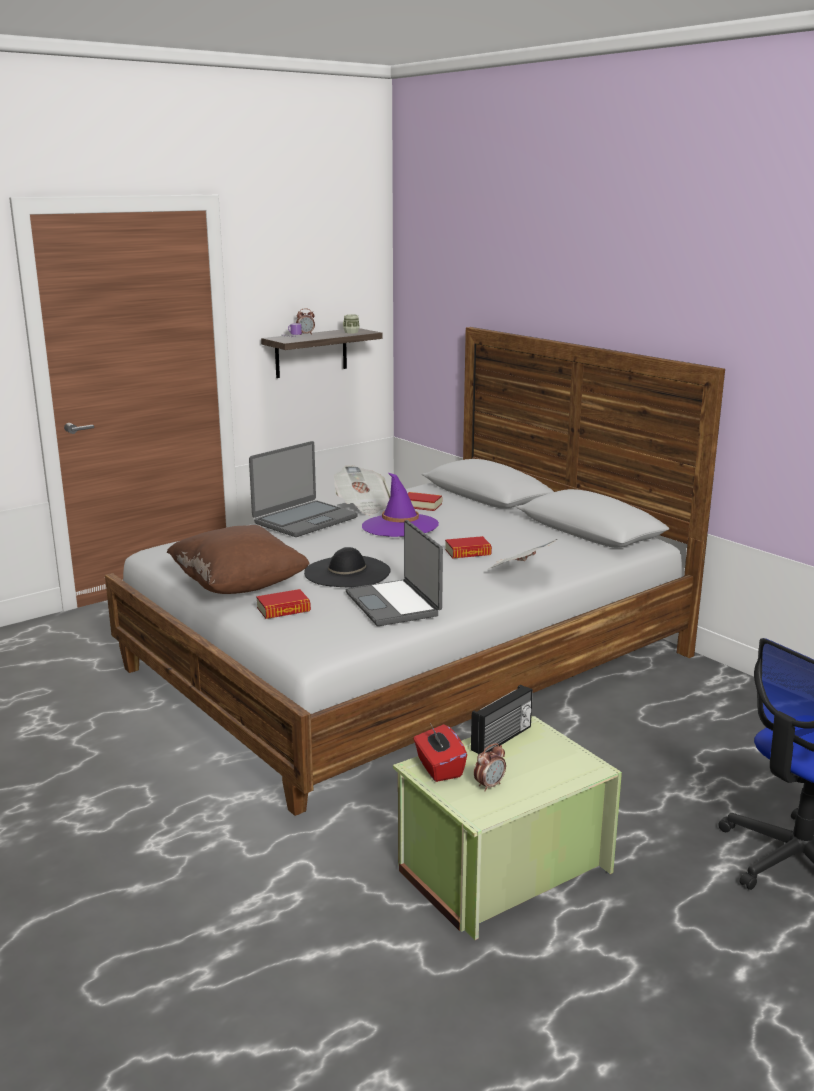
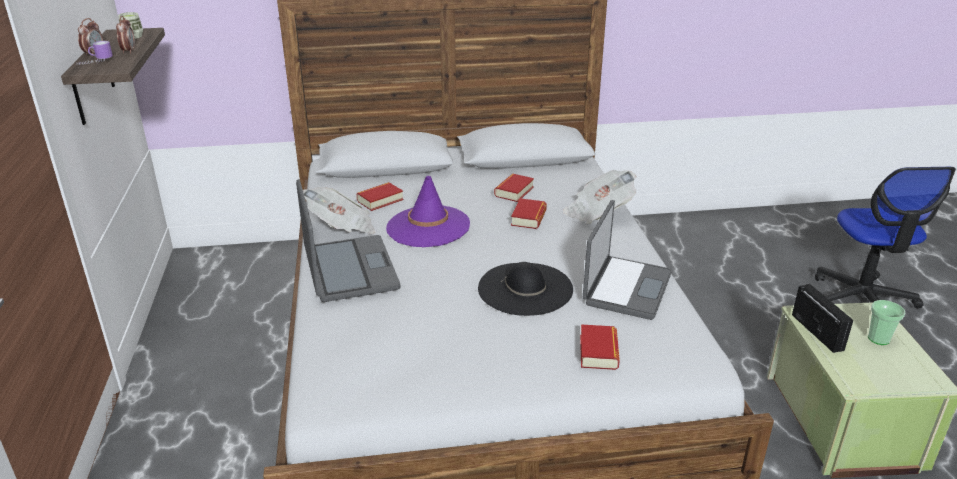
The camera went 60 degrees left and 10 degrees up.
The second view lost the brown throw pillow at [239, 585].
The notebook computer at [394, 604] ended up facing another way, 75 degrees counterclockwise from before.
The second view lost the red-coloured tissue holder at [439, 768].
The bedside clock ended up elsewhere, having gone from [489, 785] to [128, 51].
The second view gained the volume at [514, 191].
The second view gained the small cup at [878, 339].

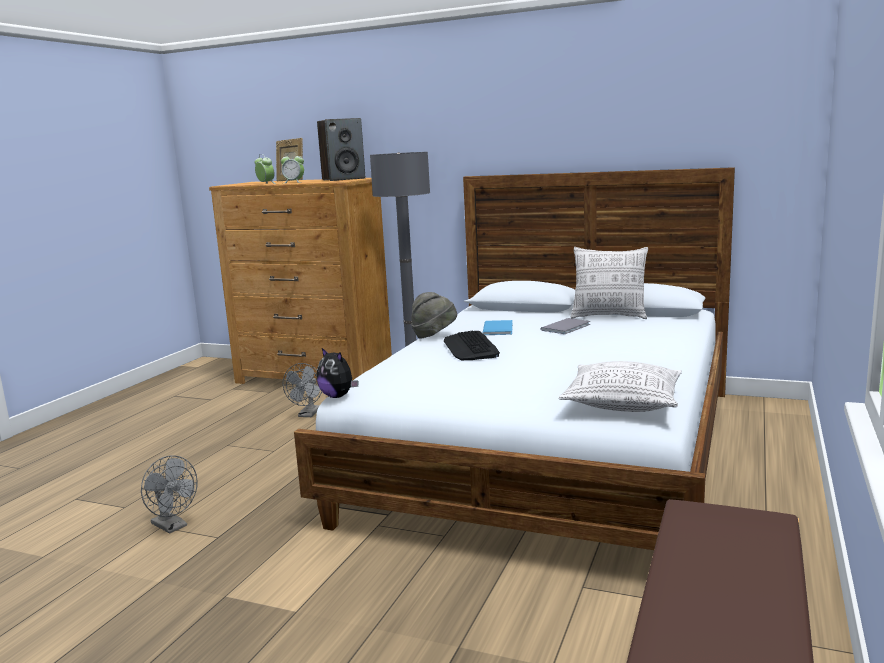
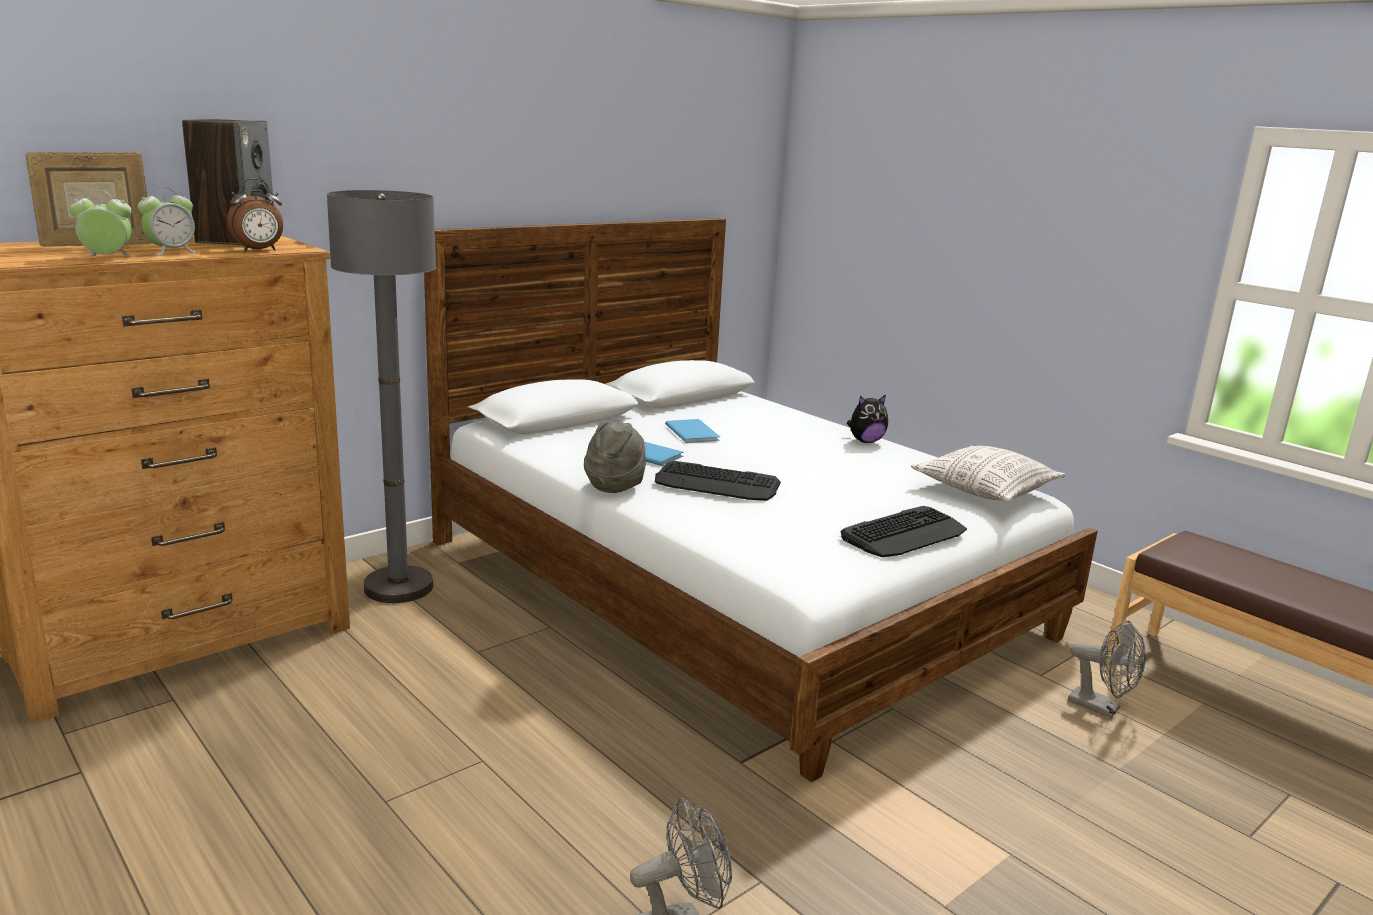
The camera went 65 degrees left and 5 degrees up.
The gray electric fan ended up elsewhere, having gone from [308, 414] to [1101, 708].
The cuddly toy ended up elsewhere, having gone from [338, 396] to [865, 441].
What was the gray volume at [567, 327] turned into the blue-coloured volume at [693, 432].
The second view lost the throw pillow at [609, 316].
The second view gained the bedside clock at [259, 250].
The second view gained the keyboard at [904, 534].

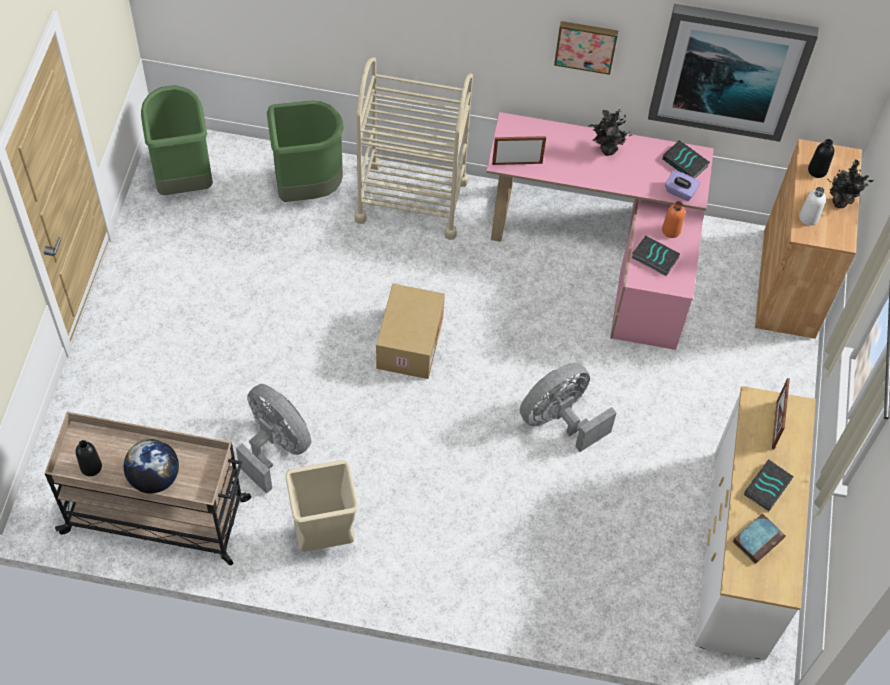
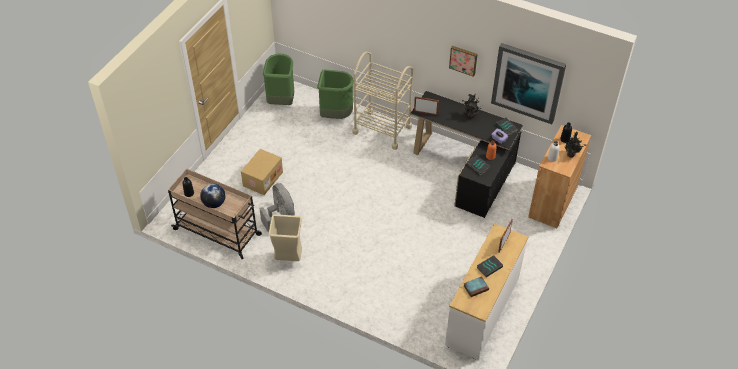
The camera went 20 degrees right and 10 degrees down.
The packing box ended up elsewhere, having gone from [408, 342] to [262, 178].
What was the pink desk table at [605, 249] turned into the black-coloured desk table at [466, 168].
The second view lost the gray electric fan at [559, 420].

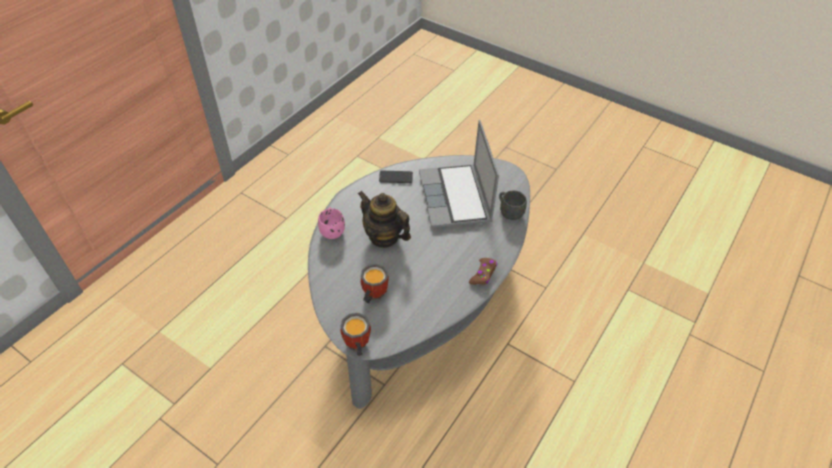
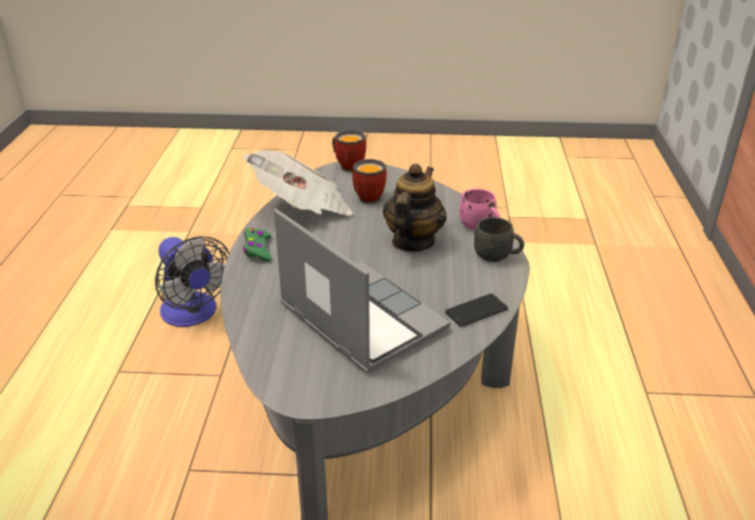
The camera went 150 degrees right and 15 degrees down.
The pot for tea at [384, 237] ended up facing another way, 75 degrees counterclockwise from before.
What was the brown joypad at [483, 274] turned into the green-coloured joypad at [258, 250].
The gray coffee mug ended up elsewhere, having gone from [509, 212] to [497, 257].
The second view gained the electric fan at [193, 314].
The second view gained the newspaper at [302, 208].

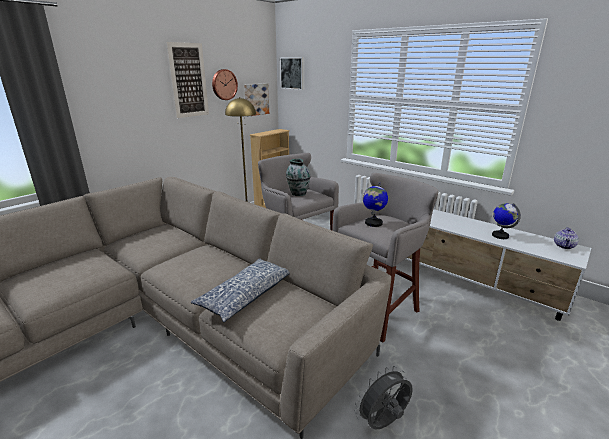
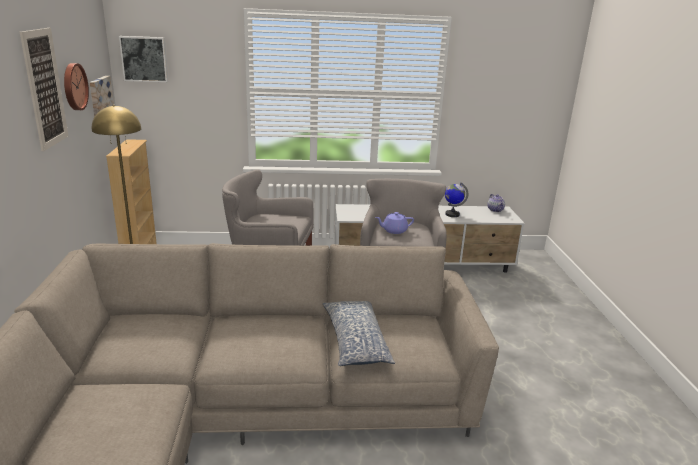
The camera went 45 degrees left and 0 degrees up.
The second view lost the vase at [298, 193].
The second view lost the gray electric fan at [383, 423].
Where the world globe stood at [373, 223], the purple-coloured pot for tea came to stand at [394, 230].

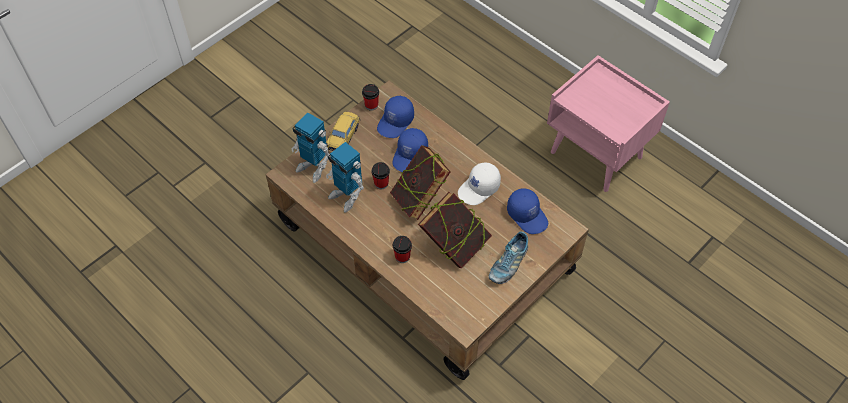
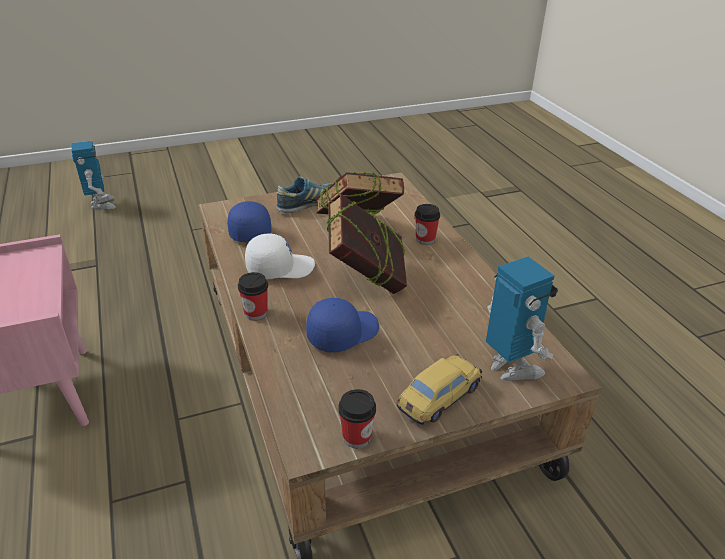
The camera went 155 degrees left and 20 degrees down.
The robot figure ended up elsewhere, having gone from [347, 196] to [101, 204].
The small cup ended up elsewhere, having gone from [381, 183] to [256, 313].
The second view lost the blue-coloured cap at [396, 122].

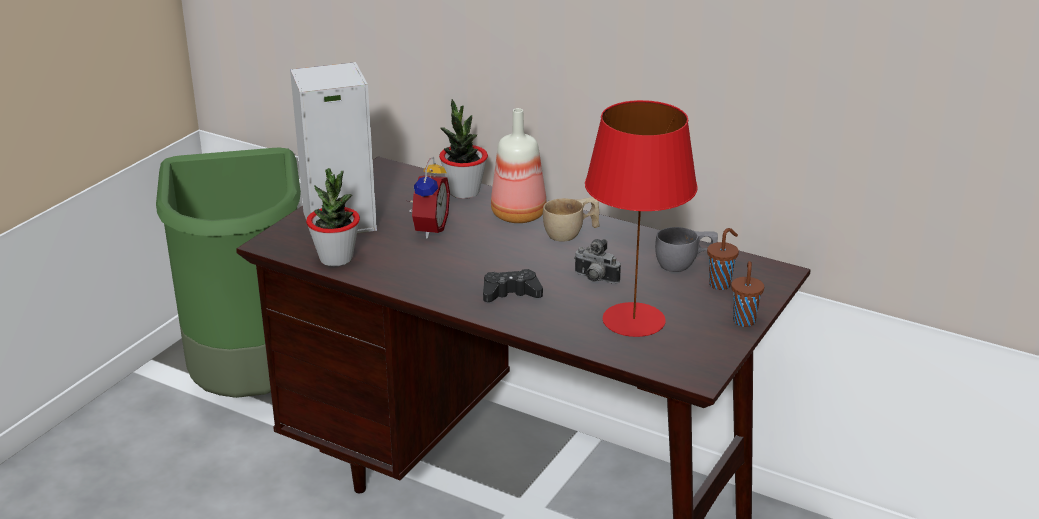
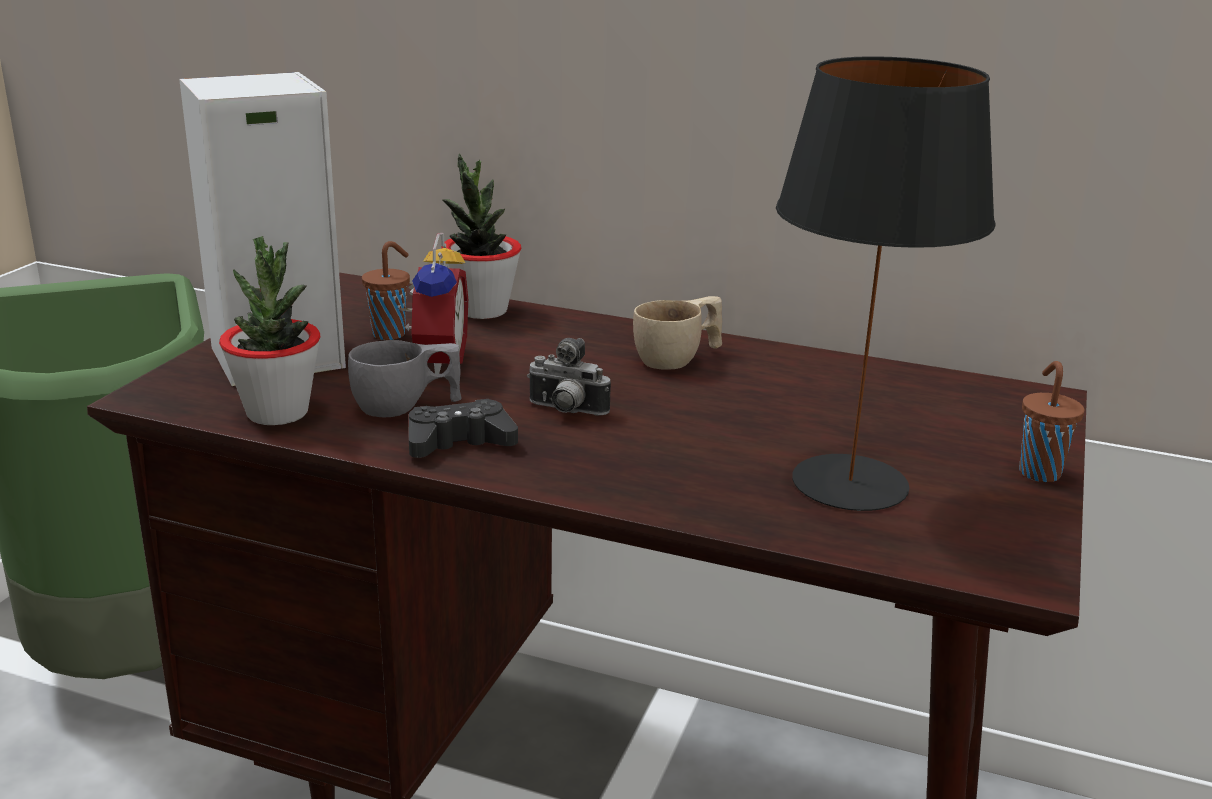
The camera went 10 degrees left and 5 degrees down.
The black-coloured joypad ended up elsewhere, having gone from [510, 293] to [459, 442].
The second view lost the beverage bottle at [520, 214].
The still camera ended up elsewhere, having gone from [594, 279] to [565, 411].
What was the red-coloured tabletop lamp at [633, 319] turned into the black-coloured tabletop lamp at [849, 481].
The gray small cup ended up elsewhere, having gone from [685, 265] to [406, 407].
The brown small cup ended up elsewhere, having gone from [721, 284] to [390, 334].

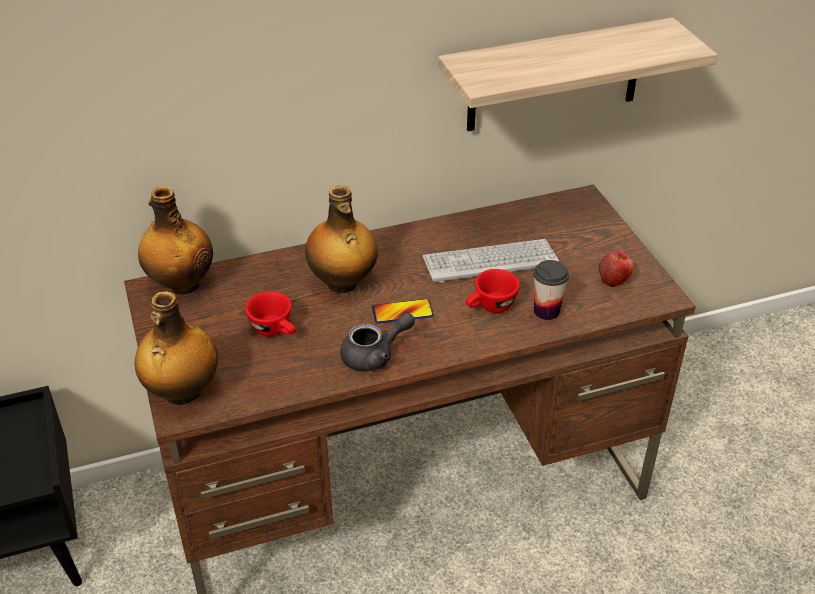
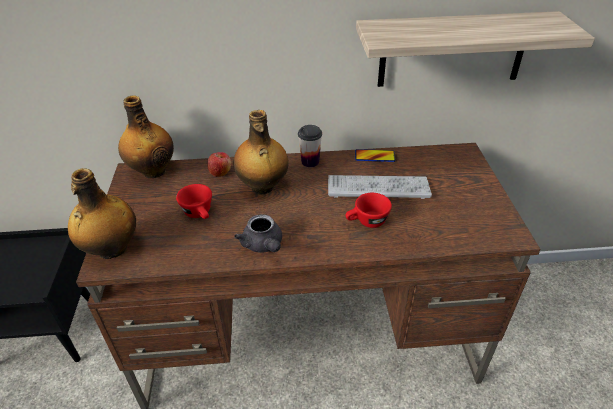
The camera went 15 degrees right and 0 degrees up.
The gray pot for tea at [375, 355] ended up facing another way, 75 degrees clockwise from before.
The telephone ended up elsewhere, having gone from [402, 312] to [374, 156].
The small cup ended up elsewhere, having gone from [546, 311] to [310, 162].
The whole apple ended up elsewhere, having gone from [614, 279] to [220, 172].

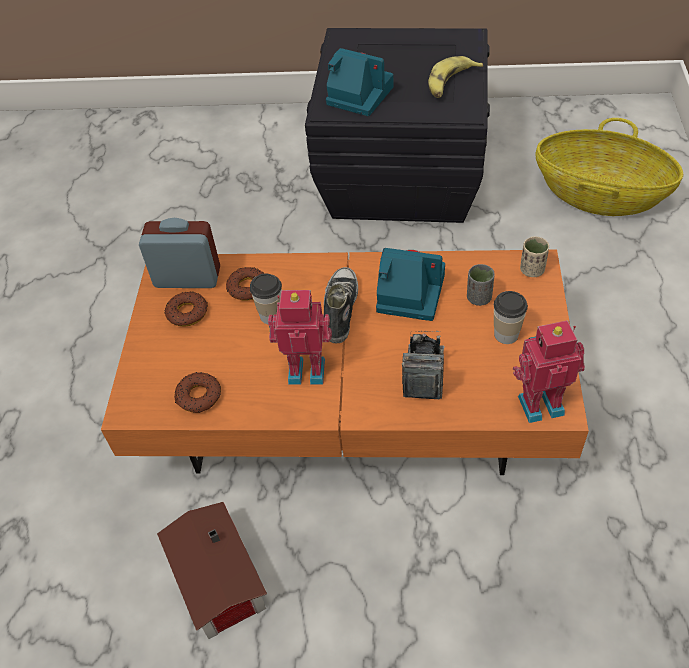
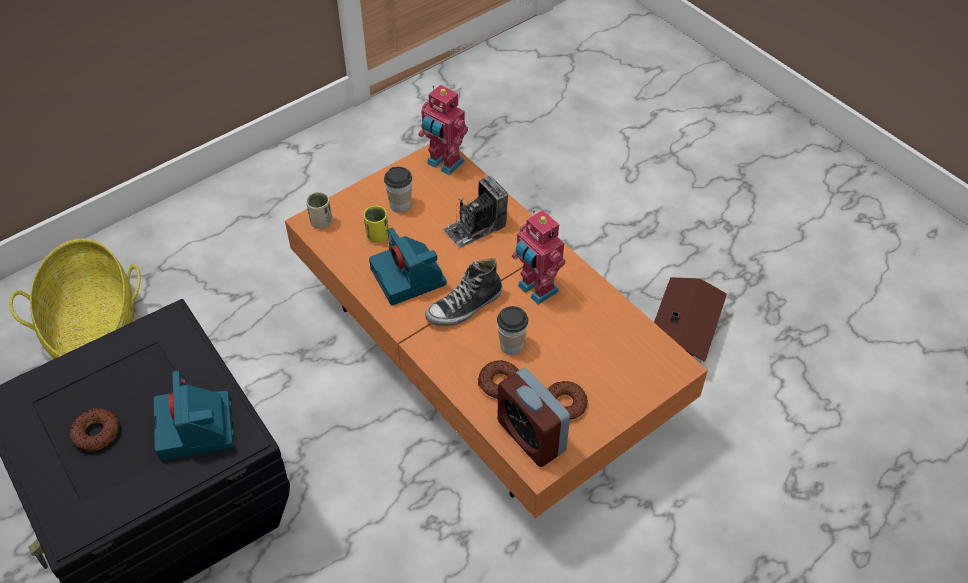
The camera went 135 degrees left and 0 degrees up.
The doughnut ended up elsewhere, having gone from [199, 396] to [96, 433].
The second view lost the banana at [450, 83].
What was the gray small cup at [479, 298] turned into the yellow small cup at [377, 236].

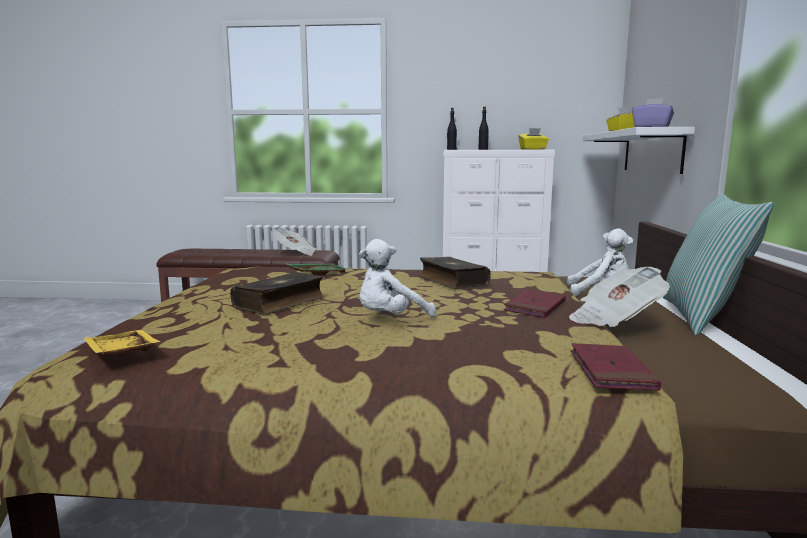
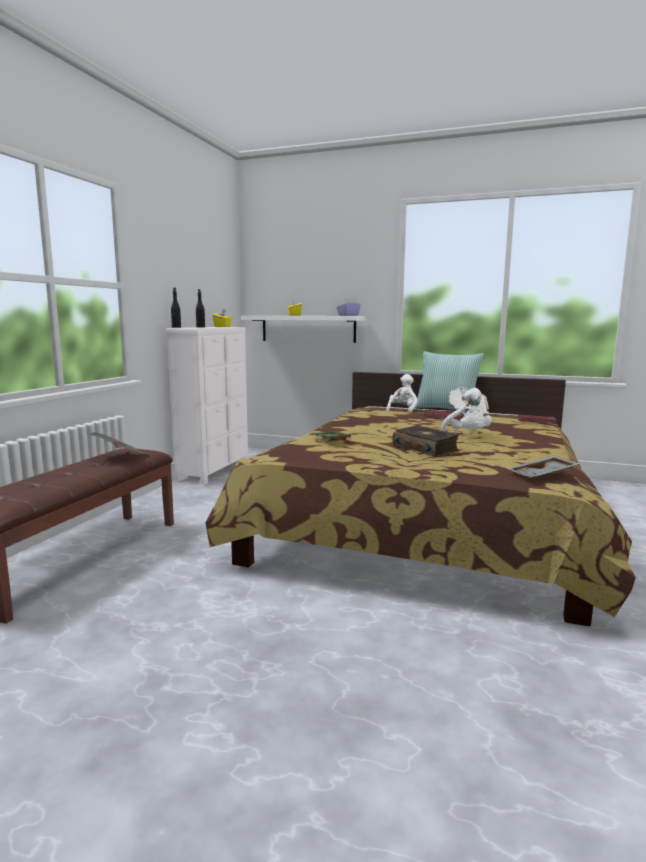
The camera went 75 degrees left and 0 degrees up.
What was the yellow serving tray at [120, 354] turned into the gray serving tray at [543, 475].
The second view lost the volume at [451, 281].

